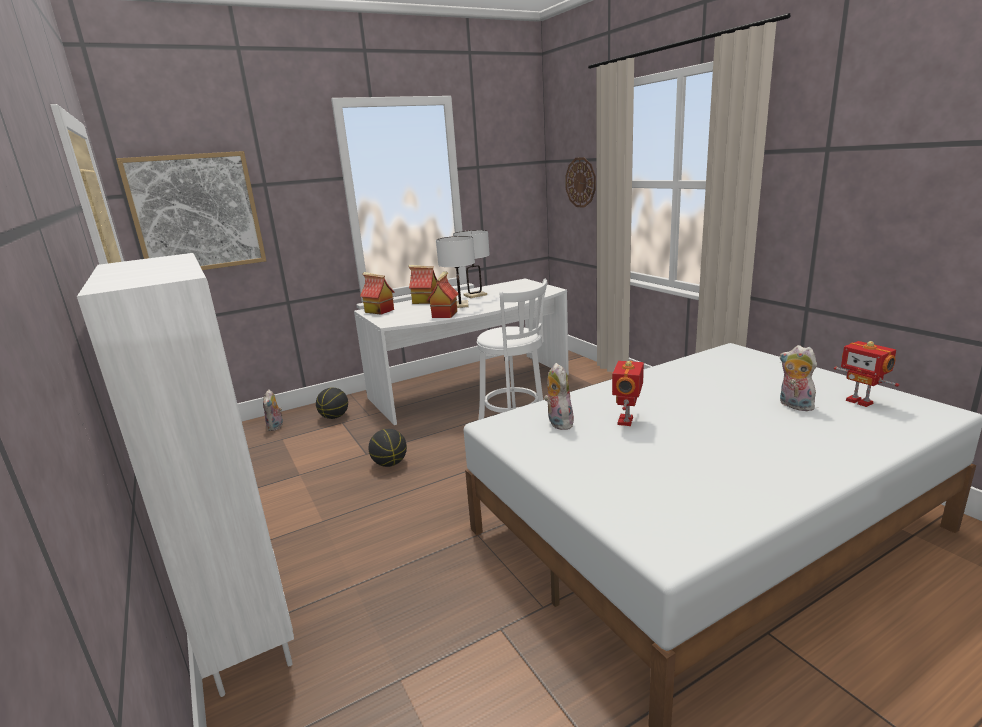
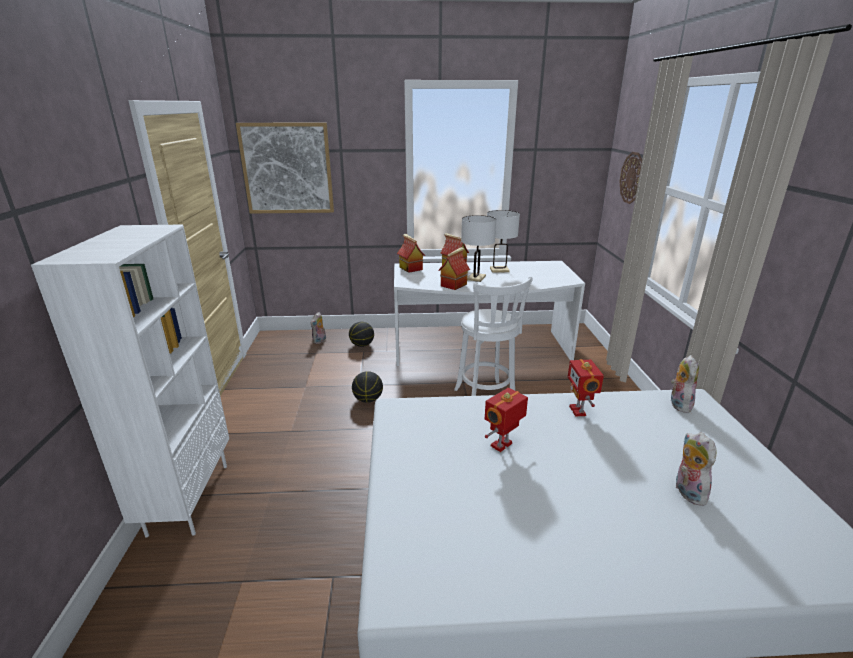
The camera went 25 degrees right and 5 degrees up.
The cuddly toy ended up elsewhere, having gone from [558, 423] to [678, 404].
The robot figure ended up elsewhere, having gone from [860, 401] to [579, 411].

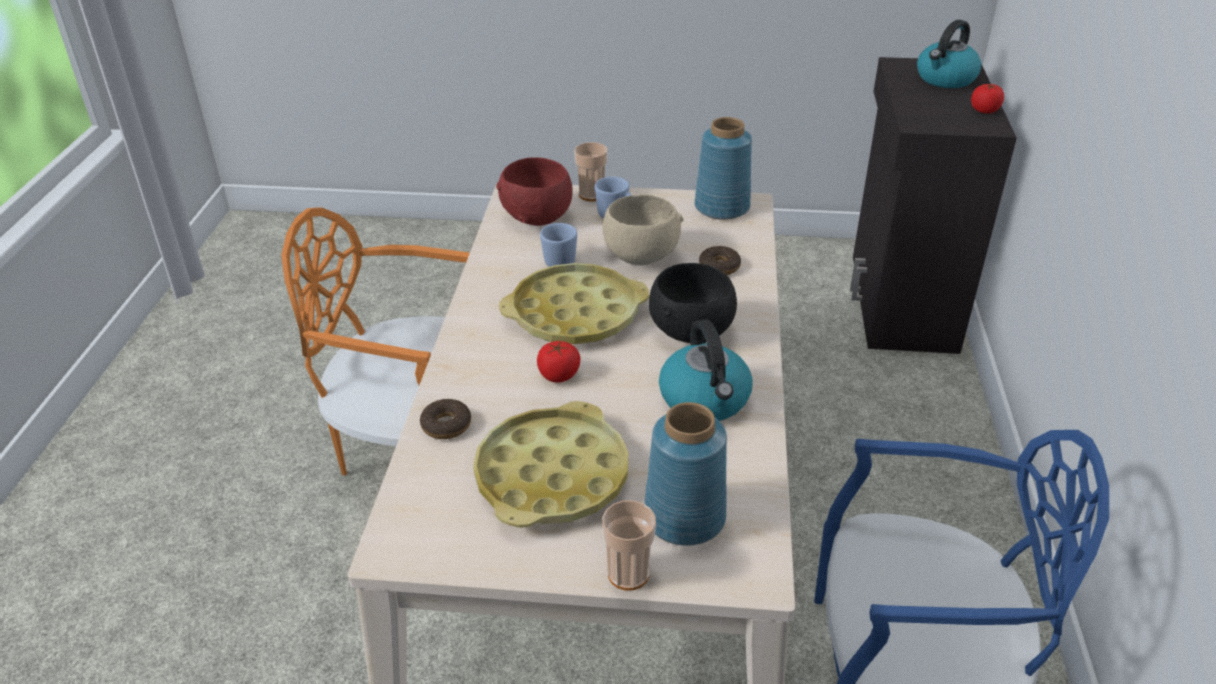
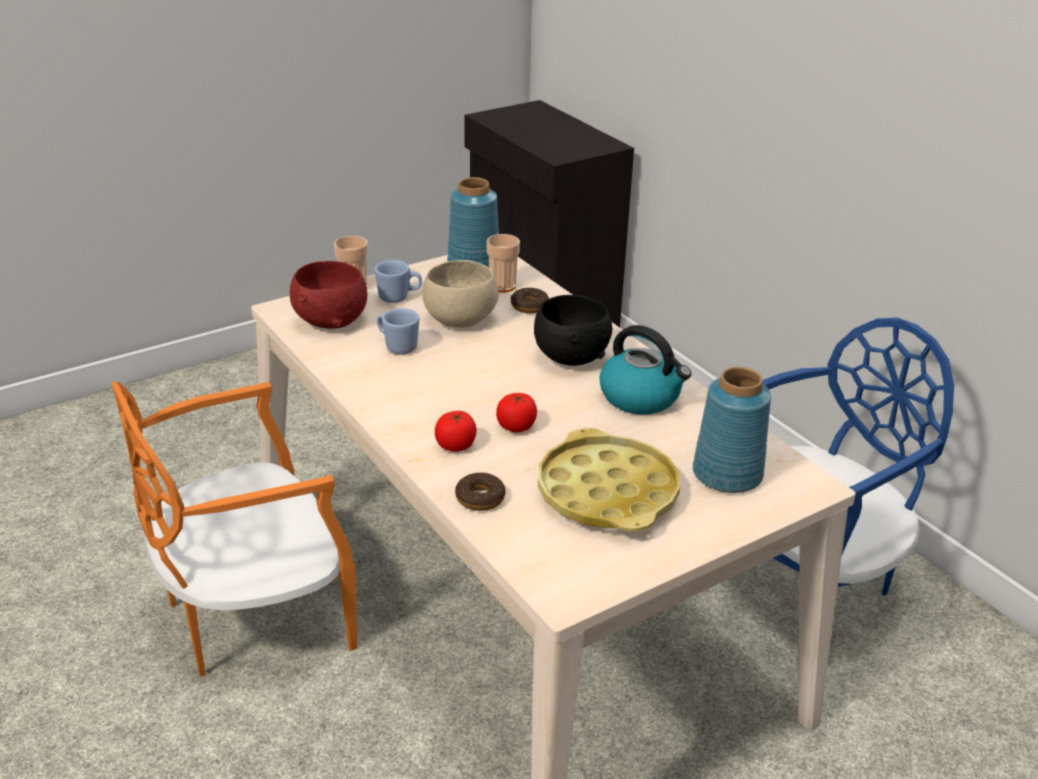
The camera went 40 degrees left and 5 degrees down.
The second view lost the yellow serving tray at [575, 314].
The small cup ended up elsewhere, having gone from [628, 574] to [502, 286].
The second view lost the water kettle at [945, 79].
The fresh tomato ended up elsewhere, having gone from [984, 110] to [456, 445].

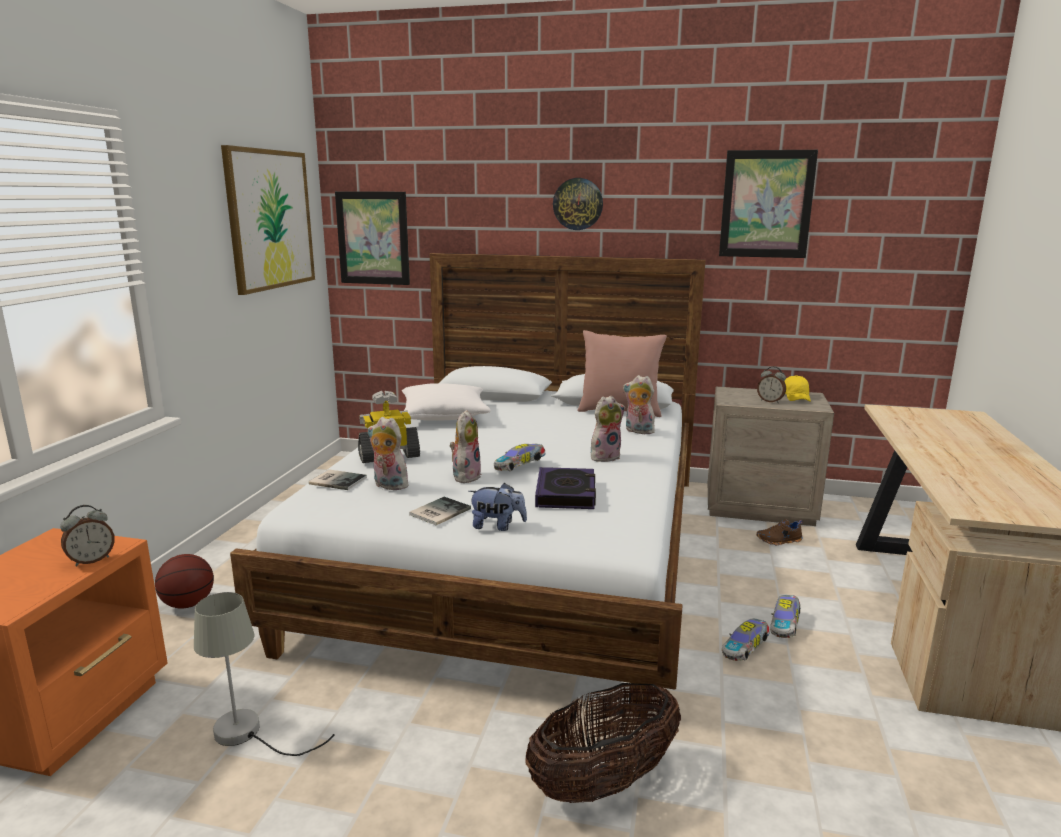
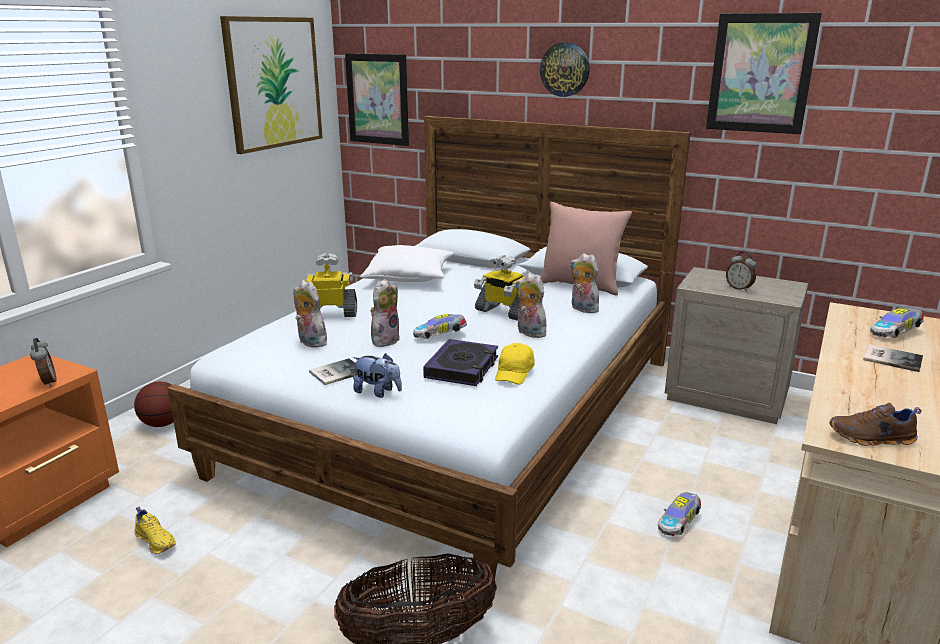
The camera went 15 degrees right and 5 degrees up.
The bedside clock at [91, 560] ended up facing another way, 90 degrees counterclockwise from before.
Where the gray tabletop lamp stood at [248, 734], the yellow item of footwear came to stand at [156, 540].
The volume ended up elsewhere, having gone from [337, 480] to [891, 358].
The cuddly toy at [605, 456] ended up facing another way, 120 degrees counterclockwise from before.
The toy car ended up elsewhere, having gone from [745, 648] to [895, 332].
The brown item of footwear ended up elsewhere, having gone from [779, 541] to [872, 438].
The yellow cap ended up elsewhere, having gone from [796, 397] to [514, 373].
The second view gained the robot figure at [503, 312].

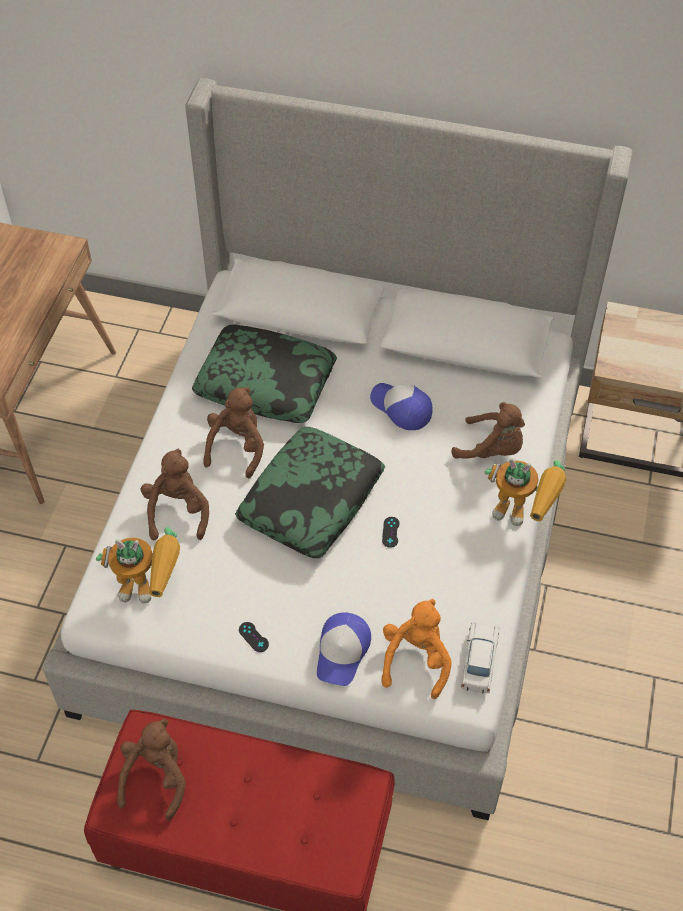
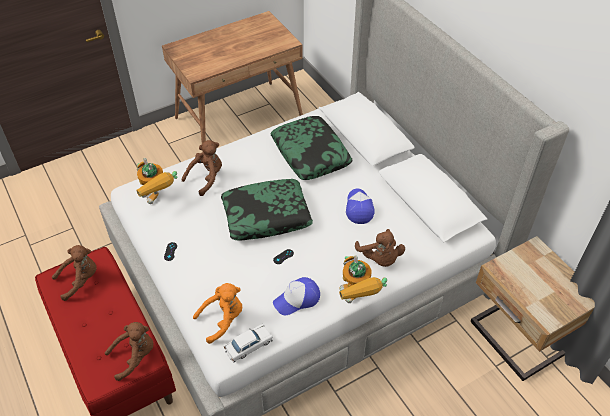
The camera went 45 degrees right and 5 degrees down.
The brown cuddly toy ended up elsewhere, having gone from [237, 447] to [135, 356].
The cap ended up elsewhere, having gone from [342, 652] to [297, 299].

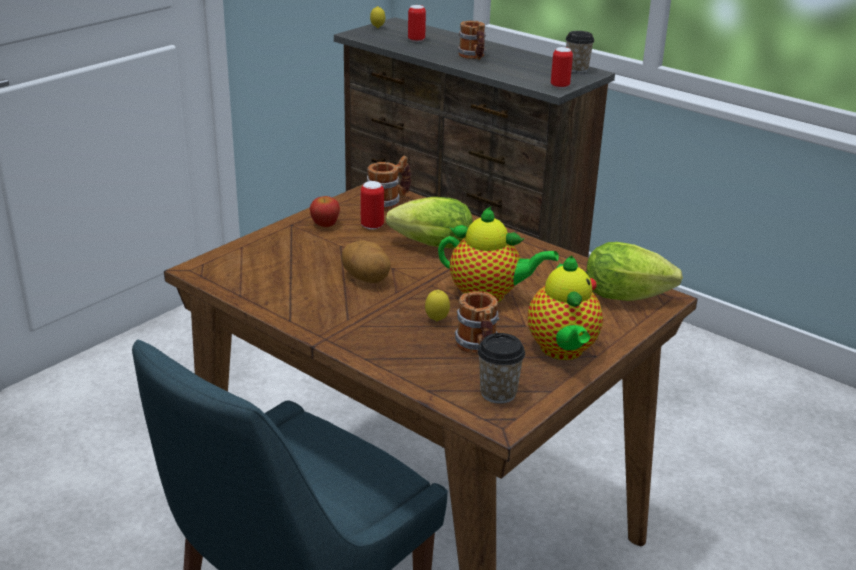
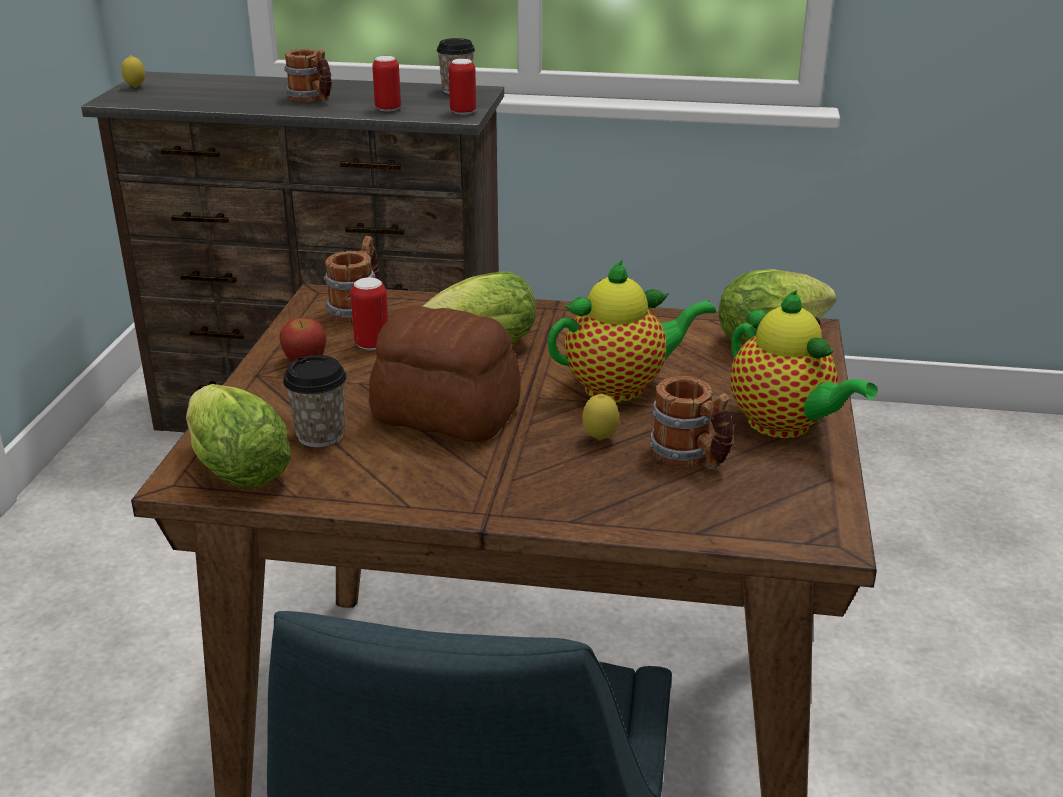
The camera went 30 degrees left and 0 degrees up.
Where the spud stood at [366, 278], the baked bread came to stand at [446, 415].
The sealed can ended up elsewhere, having gone from [416, 40] to [388, 109].
The small cup ended up elsewhere, having gone from [498, 393] to [320, 435].
The second view gained the lettuce head at [234, 467].

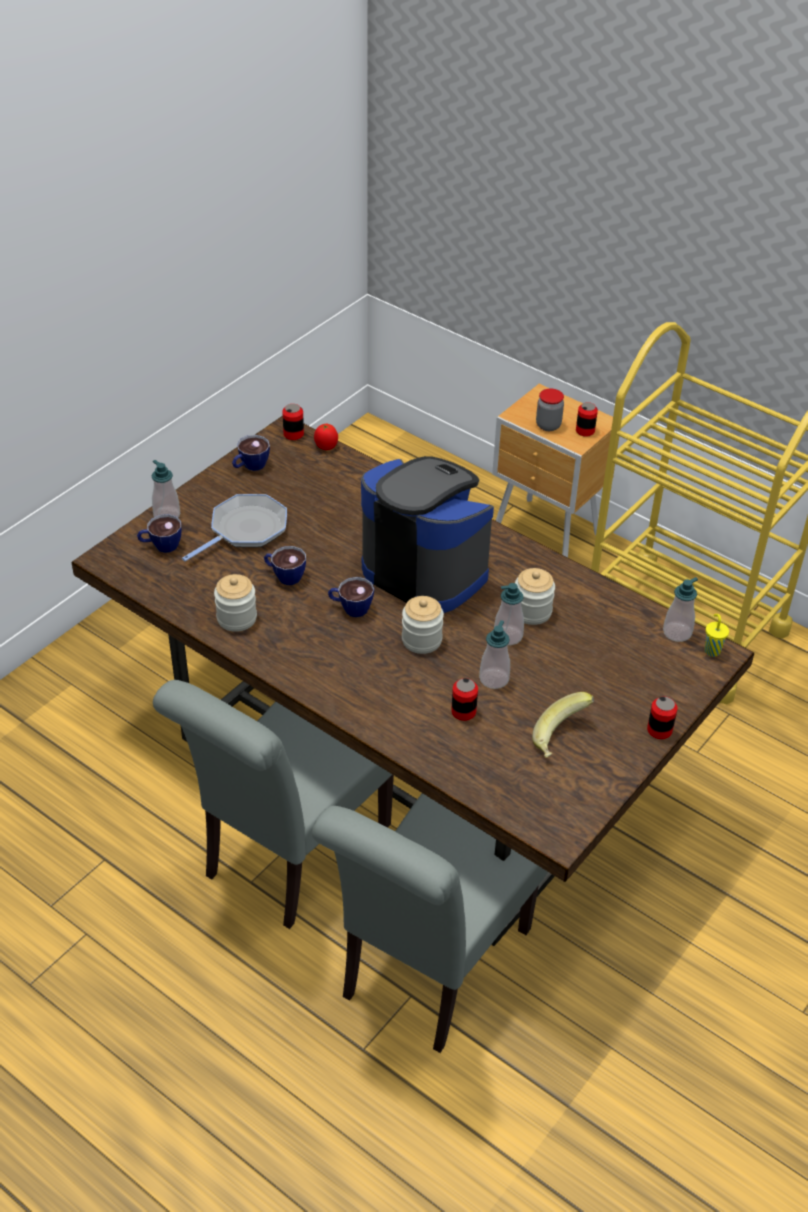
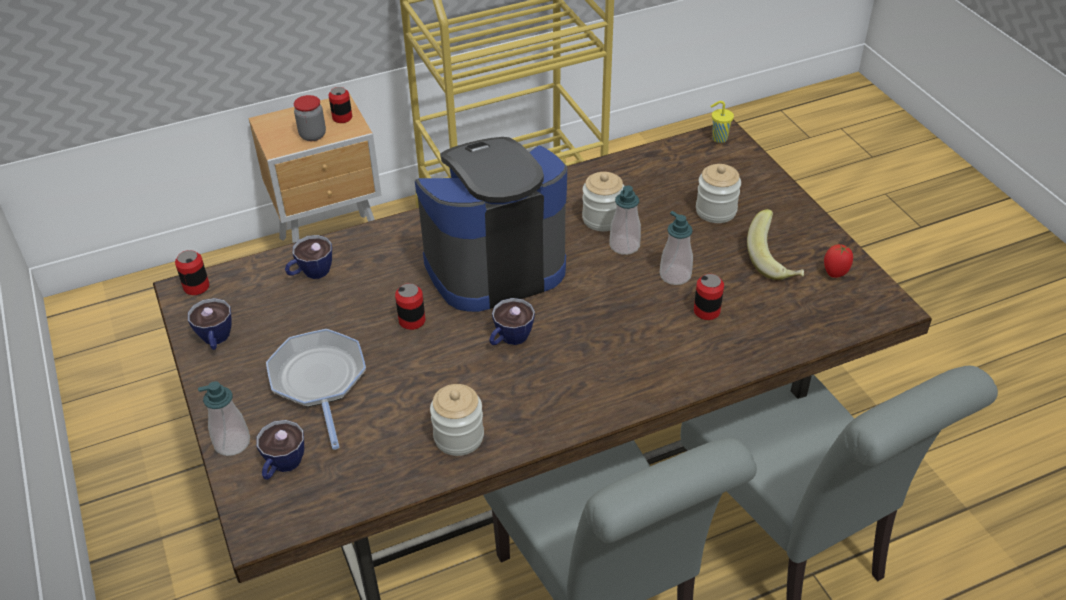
The camera went 60 degrees left and 0 degrees up.
The small cup ended up elsewhere, having gone from [284, 576] to [311, 273].
The fresh tomato ended up elsewhere, having gone from [326, 447] to [835, 272].
The jar ended up elsewhere, having gone from [421, 640] to [716, 211].
The sealed can ended up elsewhere, having gone from [659, 730] to [412, 321].
The second view lost the soap bottle at [677, 632].

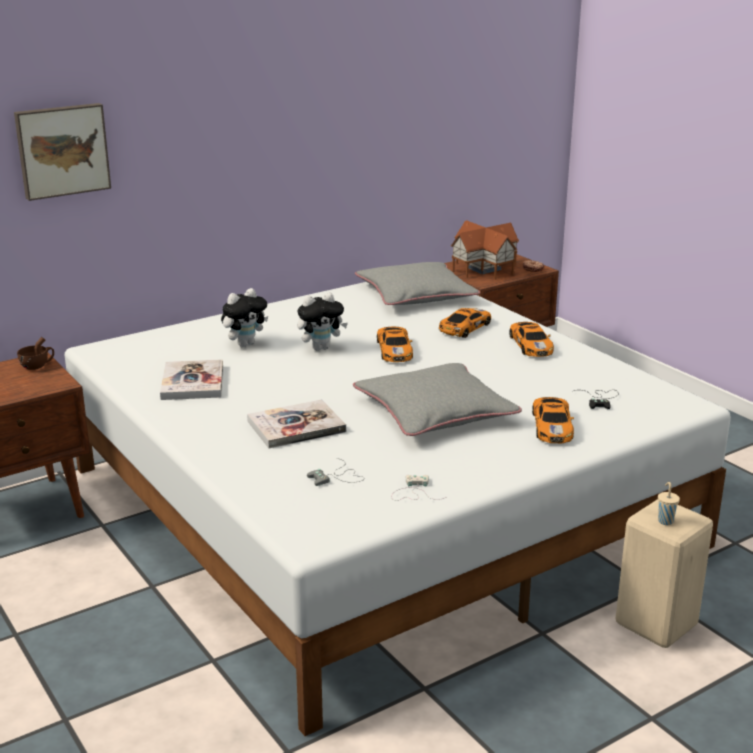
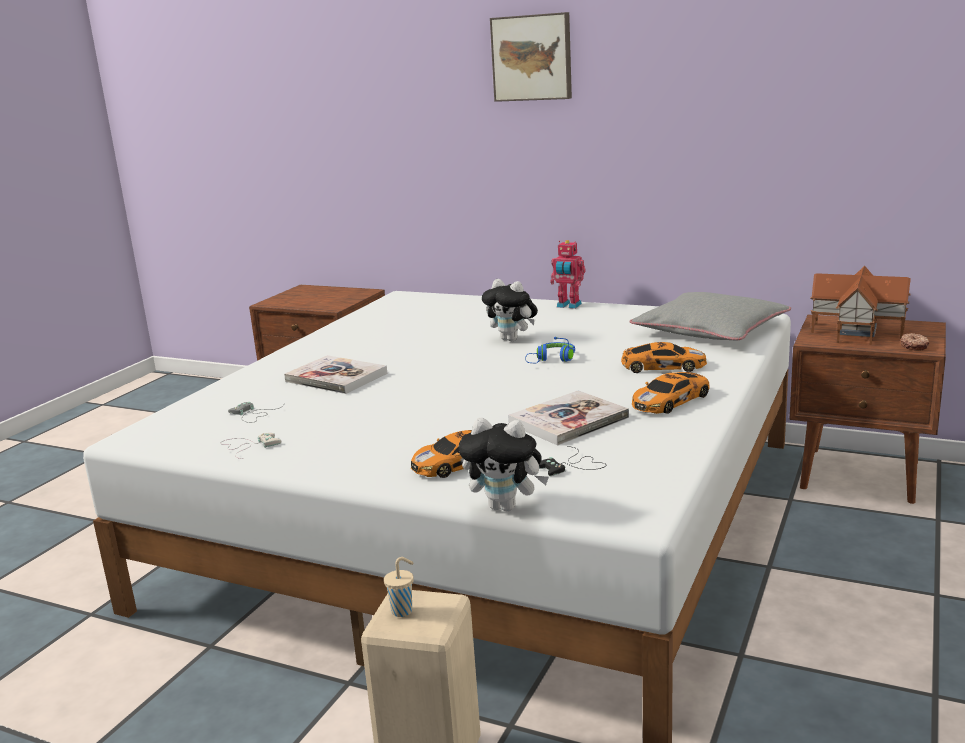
The camera went 60 degrees right and 5 degrees down.
The wall art ended up elsewhere, having gone from [62, 150] to [532, 57].
The second view lost the brown small cup at [37, 366].
The volume ended up elsewhere, having gone from [193, 382] to [568, 421].
The cuddly toy ended up elsewhere, having gone from [245, 344] to [506, 507].
The second view lost the gray throw pillow at [435, 411].
Where the toy car stood at [394, 350], the blue-coloured headset came to stand at [552, 360].
The second view gained the robot figure at [568, 306].

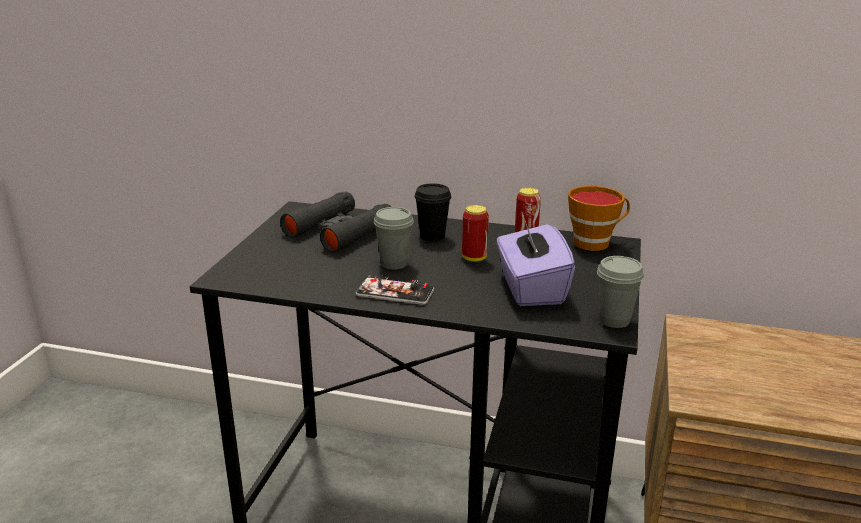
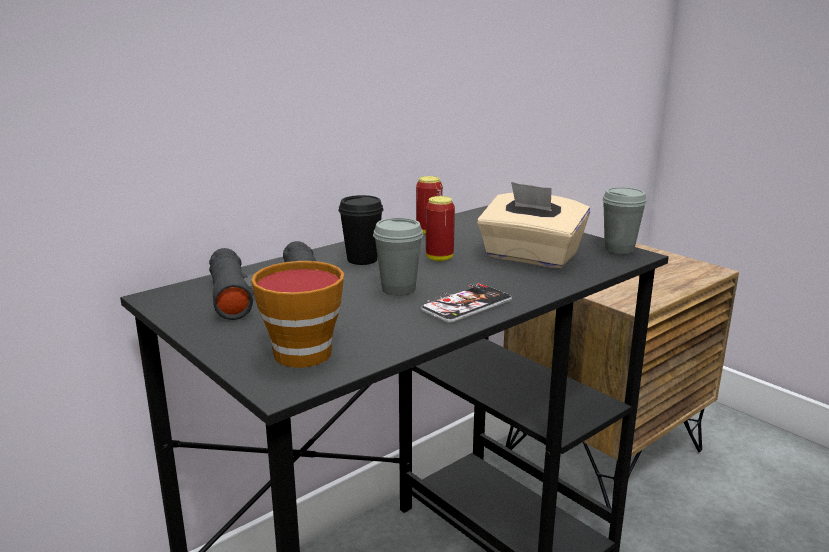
The camera went 55 degrees left and 5 degrees down.
What was the purple-coloured tissue holder at [530, 288] turned into the beige tissue holder at [530, 257].
The small cup ended up elsewhere, having gone from [595, 242] to [305, 350].

